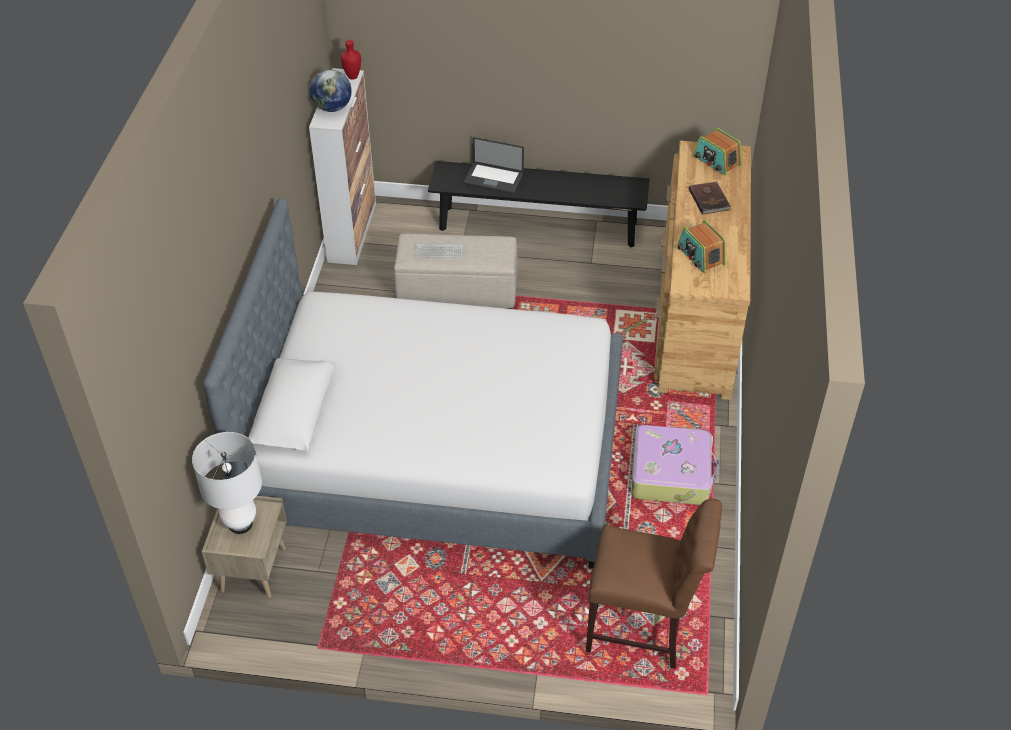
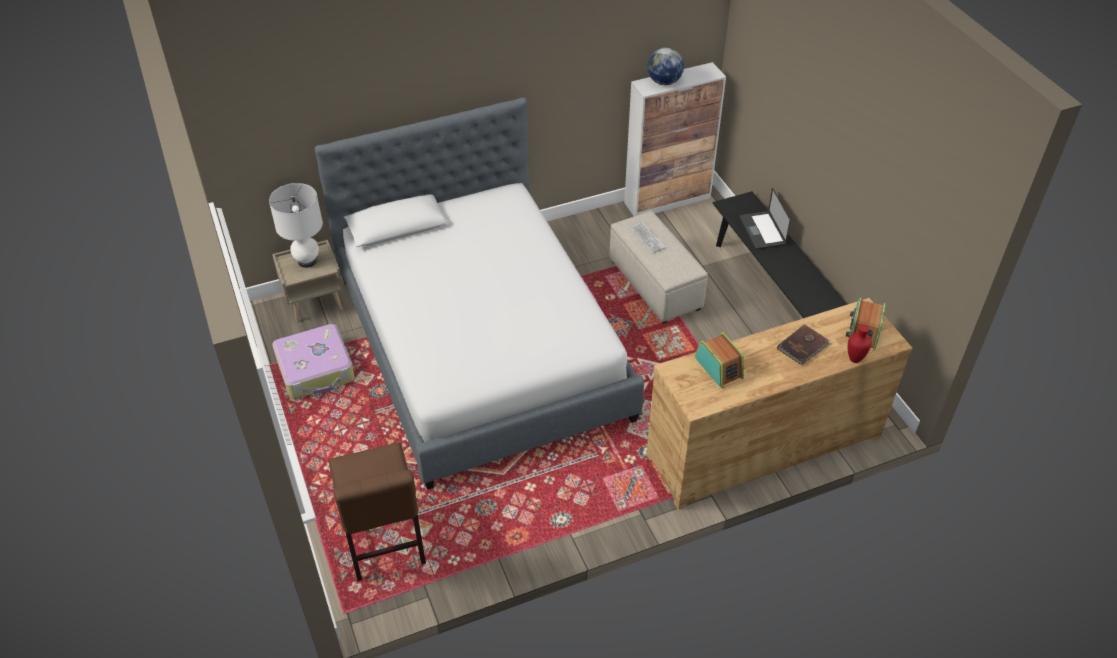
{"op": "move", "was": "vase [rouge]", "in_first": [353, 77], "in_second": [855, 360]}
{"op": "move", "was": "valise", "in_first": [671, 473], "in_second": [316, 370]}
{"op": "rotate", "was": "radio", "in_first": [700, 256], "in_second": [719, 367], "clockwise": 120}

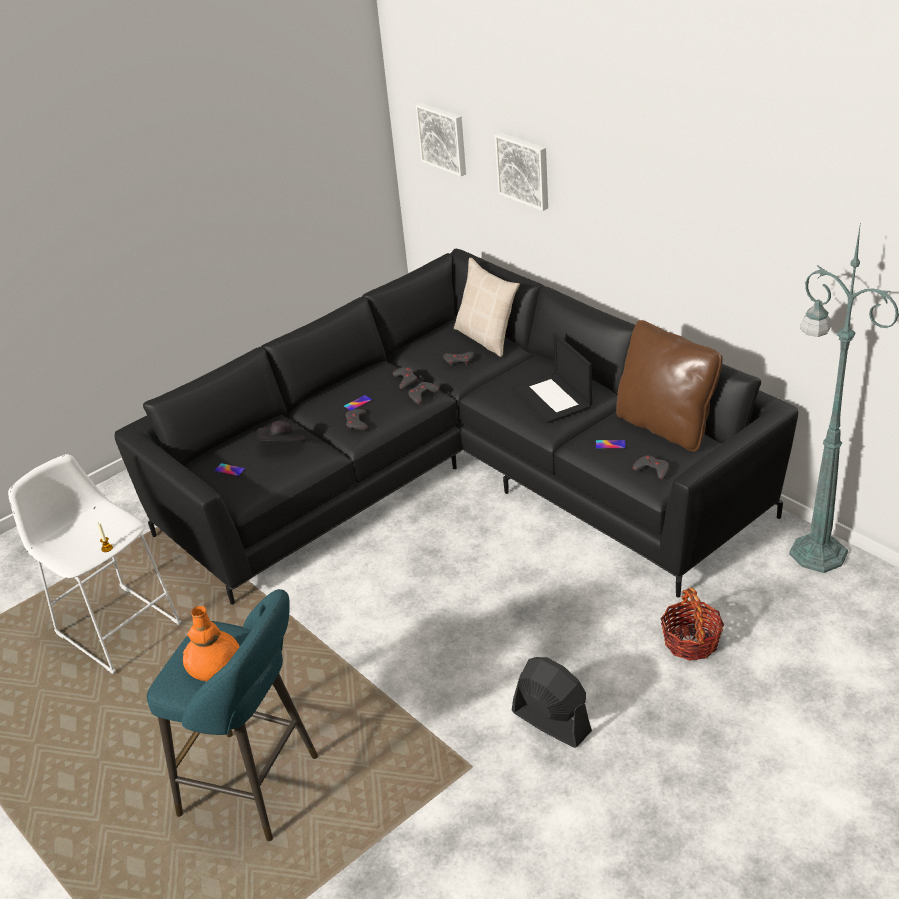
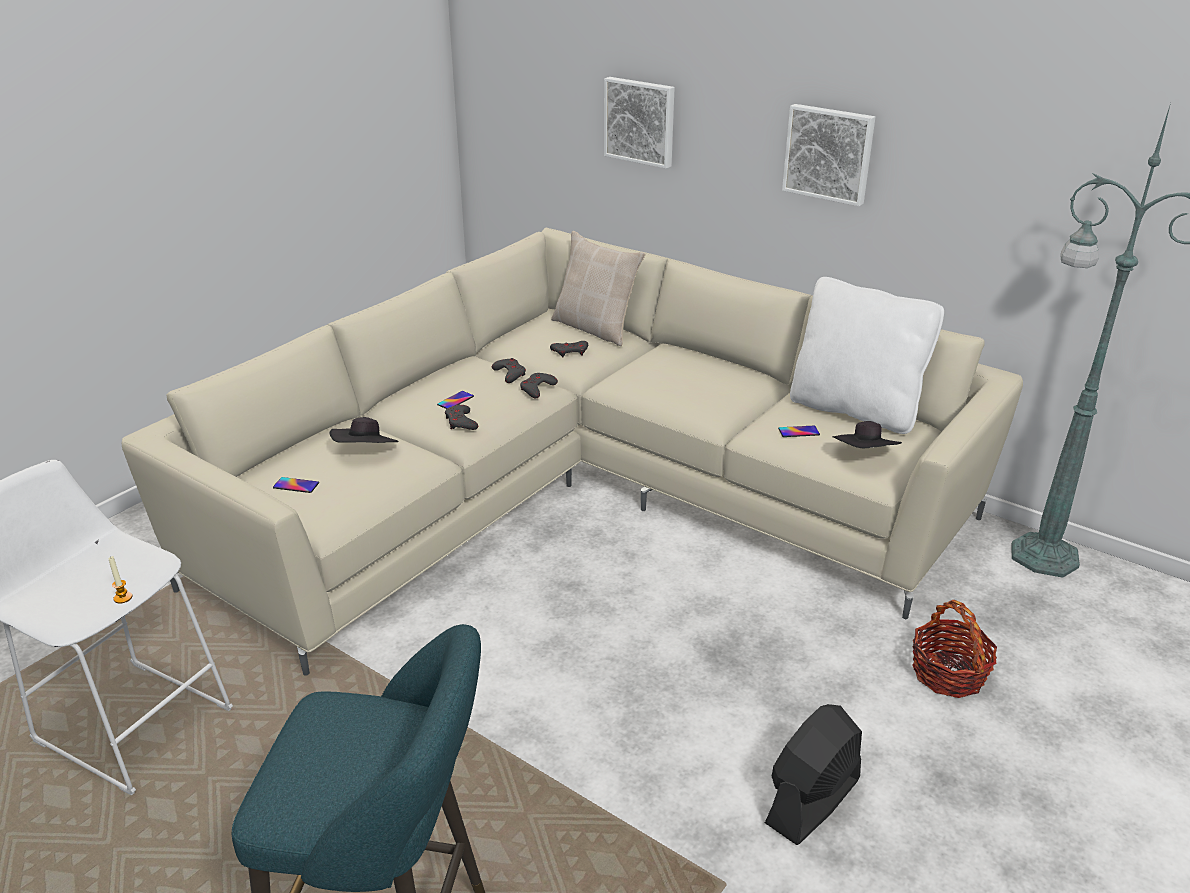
{"op": "delete", "was": "vase [orange]", "in_first": [214, 667]}
{"op": "delete", "was": "ordinateur portable", "in_first": [553, 398]}
{"op": "move", "was": "tableau", "in_first": [443, 138], "in_second": [829, 153]}
{"op": "replace", "was": "manette [gris]", "now": "chapeau [noir]", "in_first": [652, 470], "in_second": [865, 456]}
{"op": "recolor", "was": "canapé [noir]", "now": "canapé [beige]", "in_first": [461, 477], "in_second": [581, 495]}
{"op": "recolor", "was": "coussin [marron]", "now": "coussin [blanc]", "in_first": [665, 426], "in_second": [855, 410]}
{"op": "rotate", "was": "ventilateur [noir]", "in_first": [551, 721], "in_second": [812, 801], "clockwise": -75}

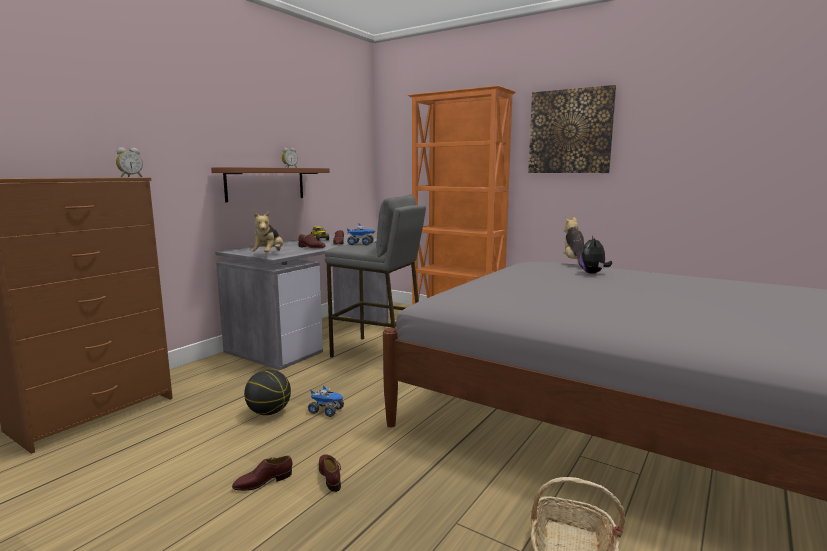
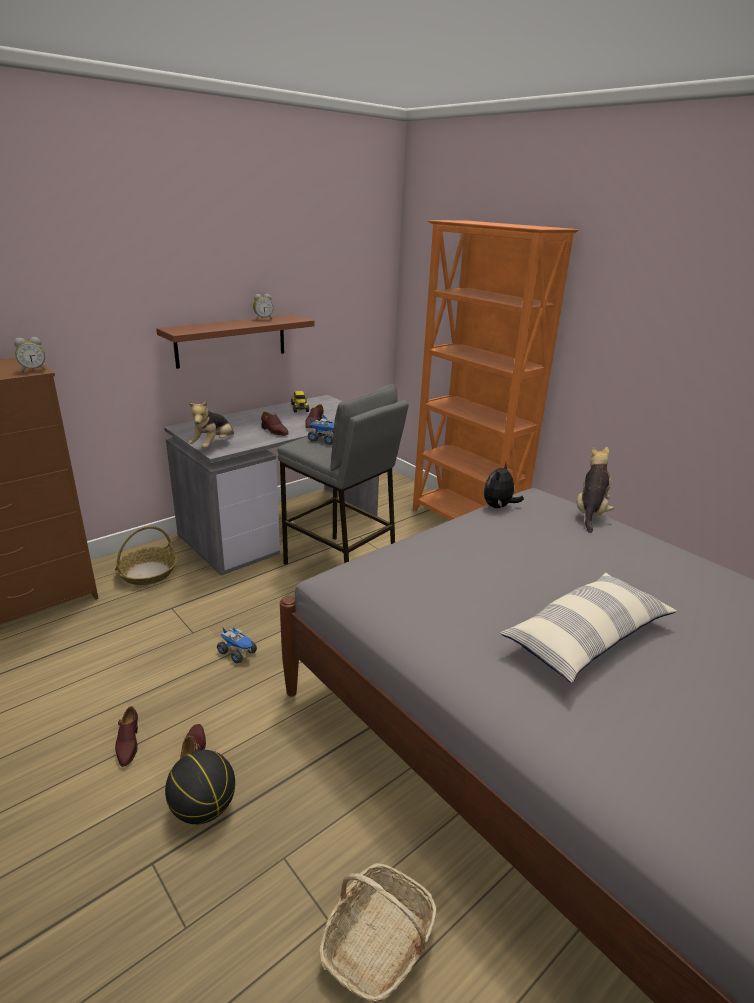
{"op": "delete", "was": "tableau", "in_first": [570, 131]}
{"op": "insert", "now": "panier", "in_second": [148, 572]}
{"op": "insert", "now": "coussin", "in_second": [586, 638]}
{"op": "move", "was": "ballon de basket", "in_first": [269, 412], "in_second": [204, 808]}
{"op": "move", "was": "peluche", "in_first": [593, 273], "in_second": [498, 507]}
{"op": "rotate", "was": "chaussure [marron]", "in_first": [263, 482], "in_second": [128, 744], "clockwise": -90}

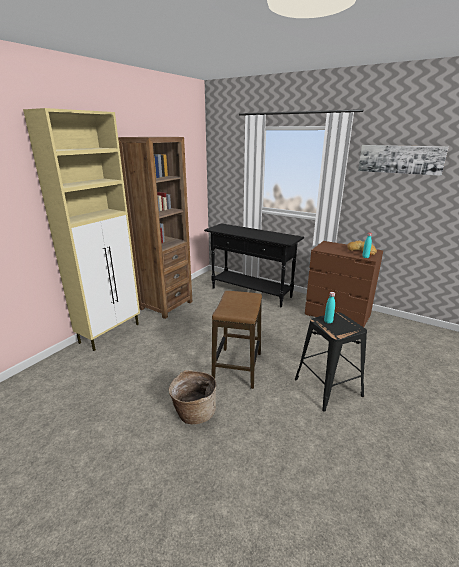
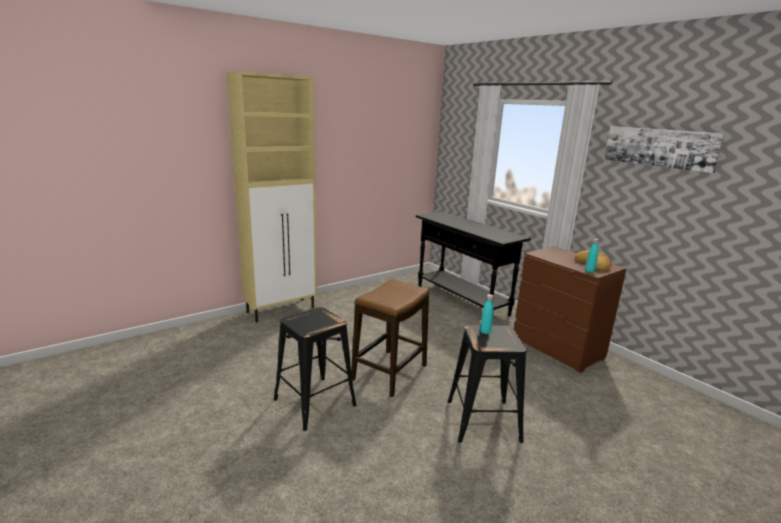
{"op": "delete", "was": "bibliothèque [marron]", "in_first": [166, 305]}
{"op": "replace", "was": "panier", "now": "tabouret [noir]", "in_first": [194, 412], "in_second": [314, 401]}

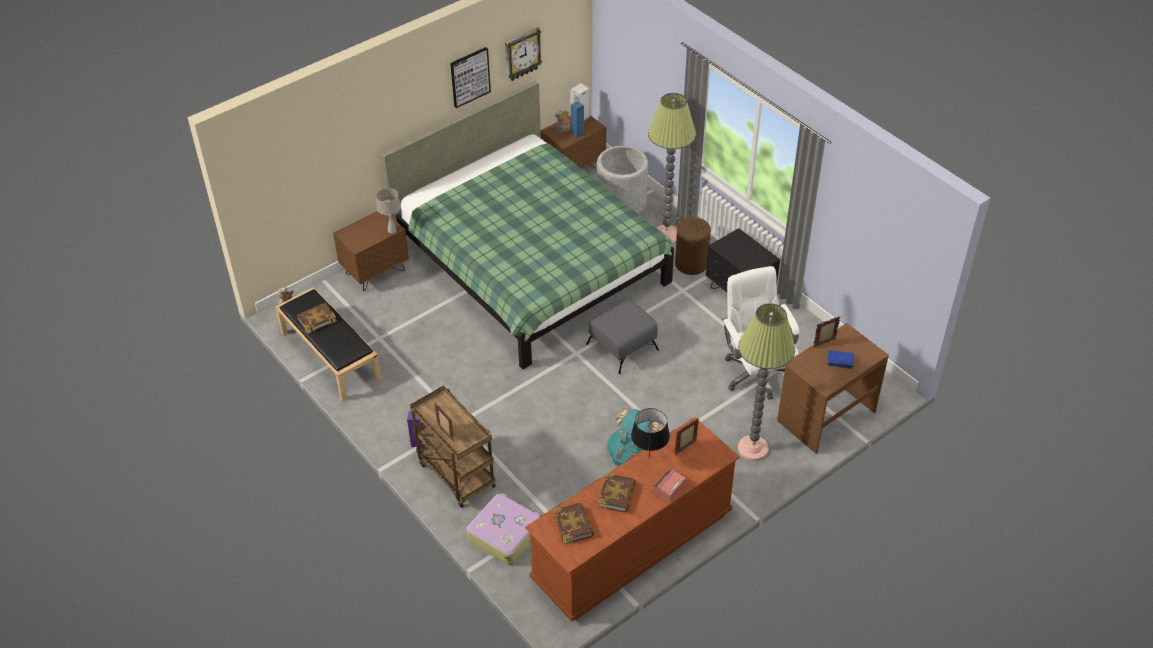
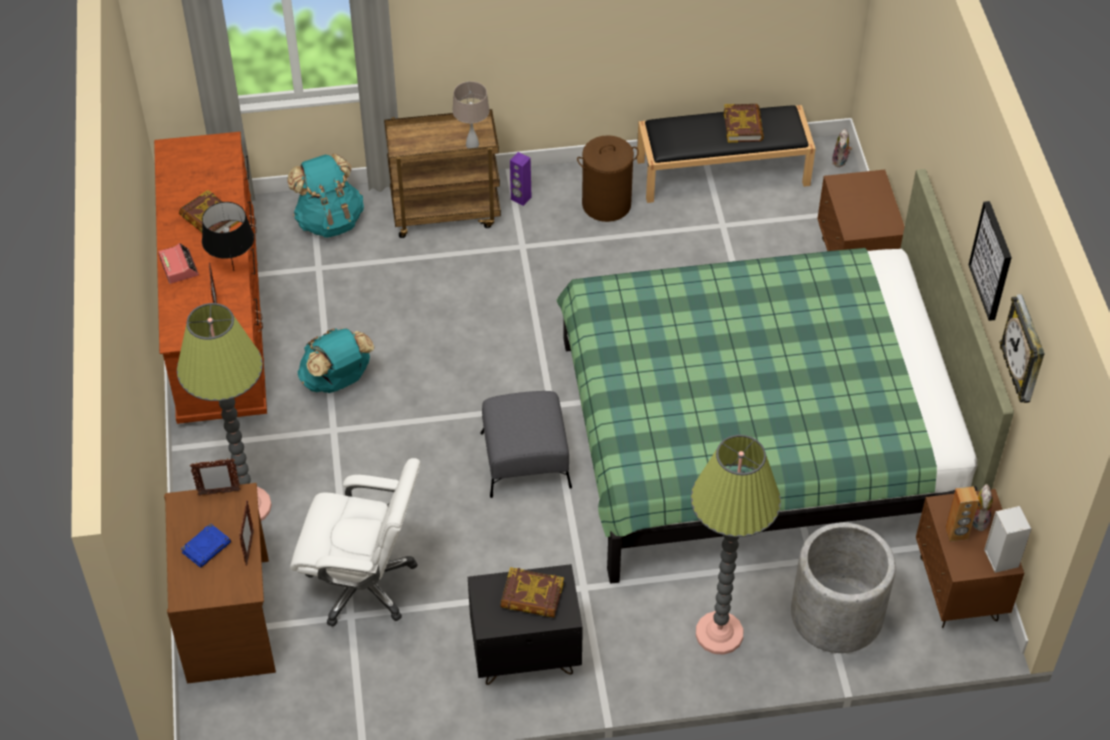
{"op": "move", "was": "lampe de table [beige]", "in_first": [392, 230], "in_second": [472, 145]}
{"op": "move", "was": "cadre photo", "in_first": [445, 434], "in_second": [219, 492]}
{"op": "move", "was": "livre", "in_first": [573, 525], "in_second": [532, 596]}
{"op": "move", "was": "panier à linge [marron]", "in_first": [691, 264], "in_second": [607, 204]}
{"op": "replace", "was": "valise", "now": "sac à dos [turquoise]", "in_first": [505, 534], "in_second": [329, 220]}
{"op": "recolor", "was": "enceinte [bleu]", "now": "enceinte [marron]", "in_first": [577, 133], "in_second": [956, 533]}

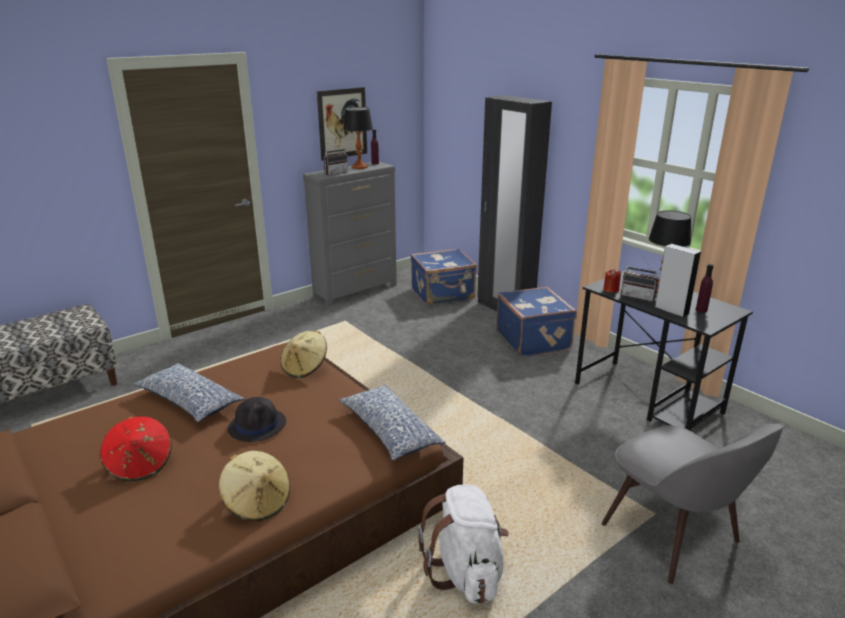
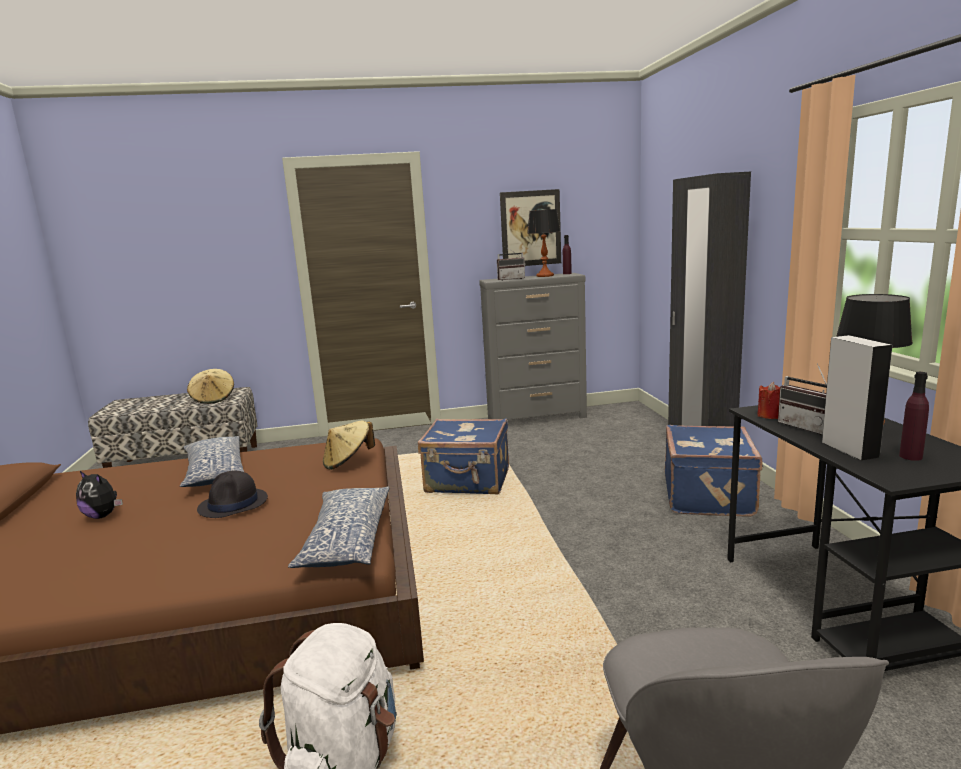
{"op": "move", "was": "chapeau [beige]", "in_first": [257, 502], "in_second": [213, 399]}
{"op": "move", "was": "valise [bleu]", "in_first": [443, 294], "in_second": [468, 481]}
{"op": "replace", "was": "chapeau [rouge]", "now": "peluche", "in_first": [140, 464], "in_second": [103, 515]}

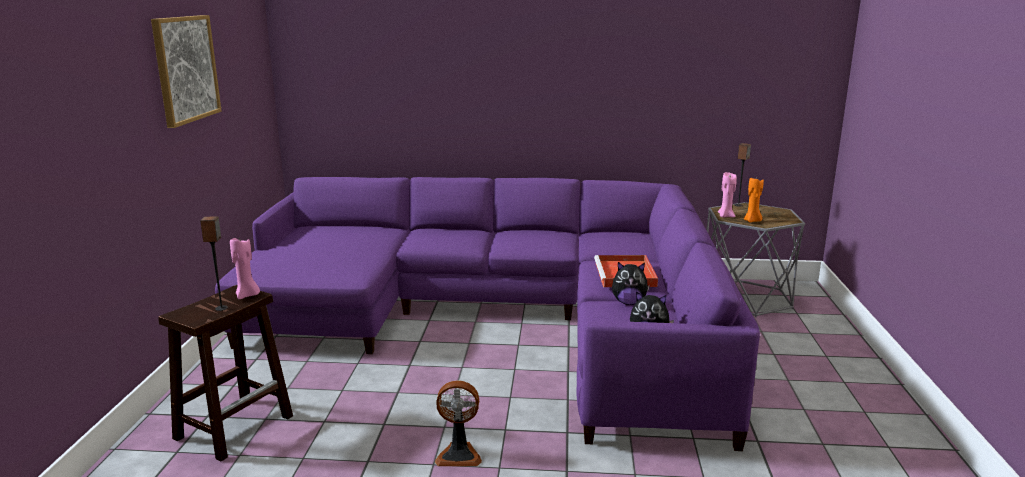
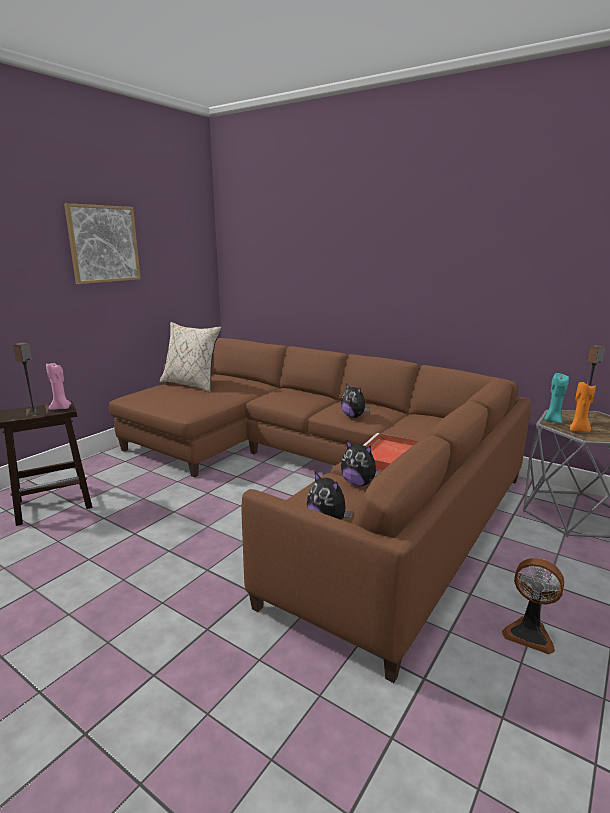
{"op": "insert", "now": "coussin [beige]", "in_second": [191, 384]}
{"op": "insert", "now": "peluche", "in_second": [354, 416]}
{"op": "move", "was": "ventilateur", "in_first": [459, 454], "in_second": [529, 633]}
{"op": "recolor", "was": "canapé [violet]", "now": "canapé [marron]", "in_first": [499, 320], "in_second": [313, 475]}
{"op": "recolor", "was": "bougie [rose]", "now": "bougie [turquoise]", "in_first": [725, 216], "in_second": [552, 421]}

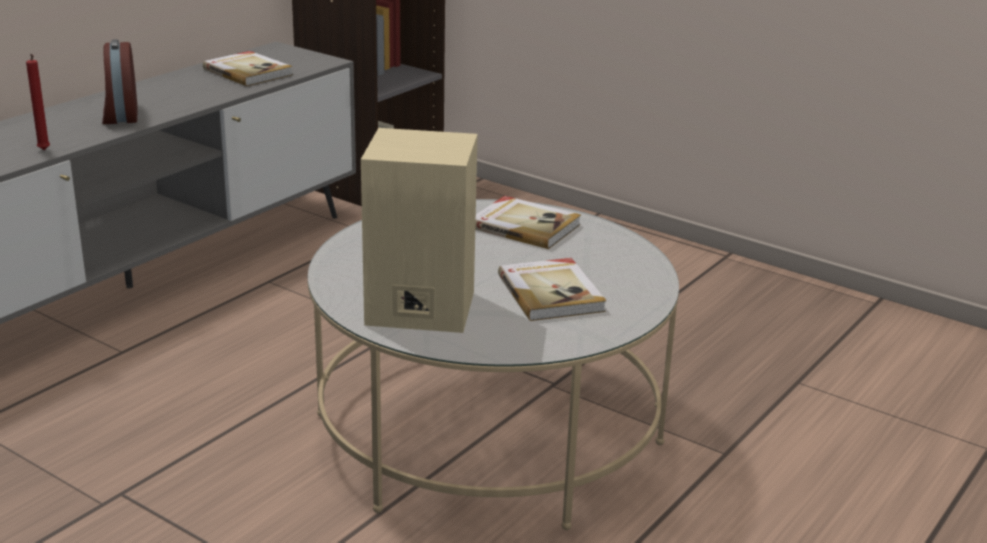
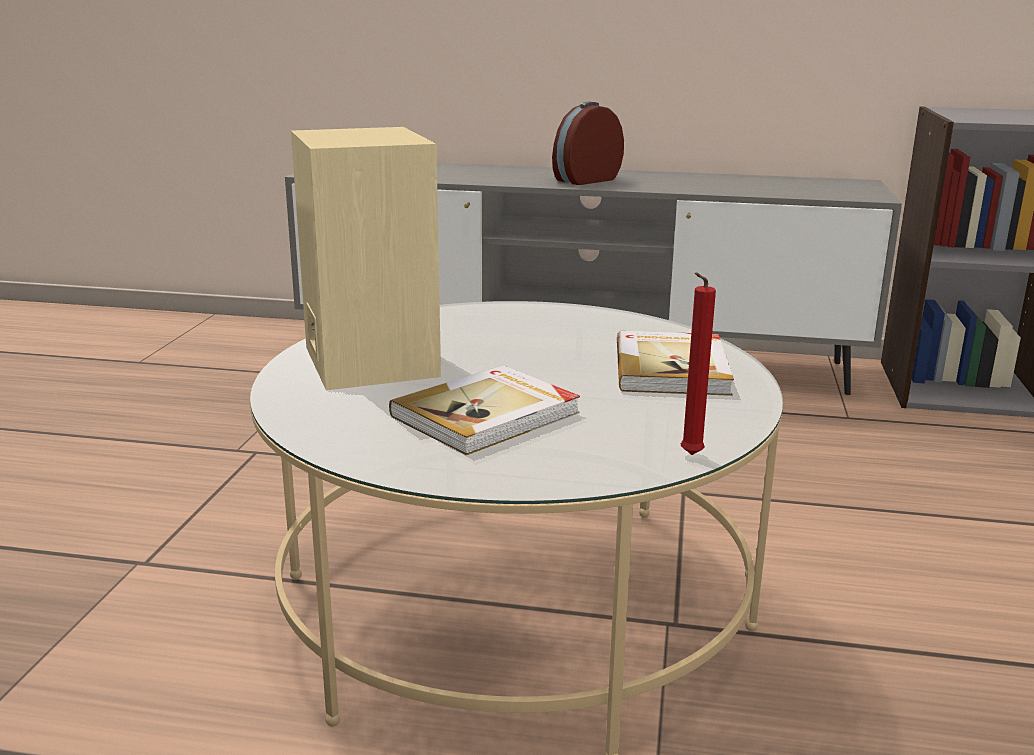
{"op": "delete", "was": "livre", "in_first": [248, 72]}
{"op": "move", "was": "bougie [rouge]", "in_first": [44, 150], "in_second": [689, 456]}

